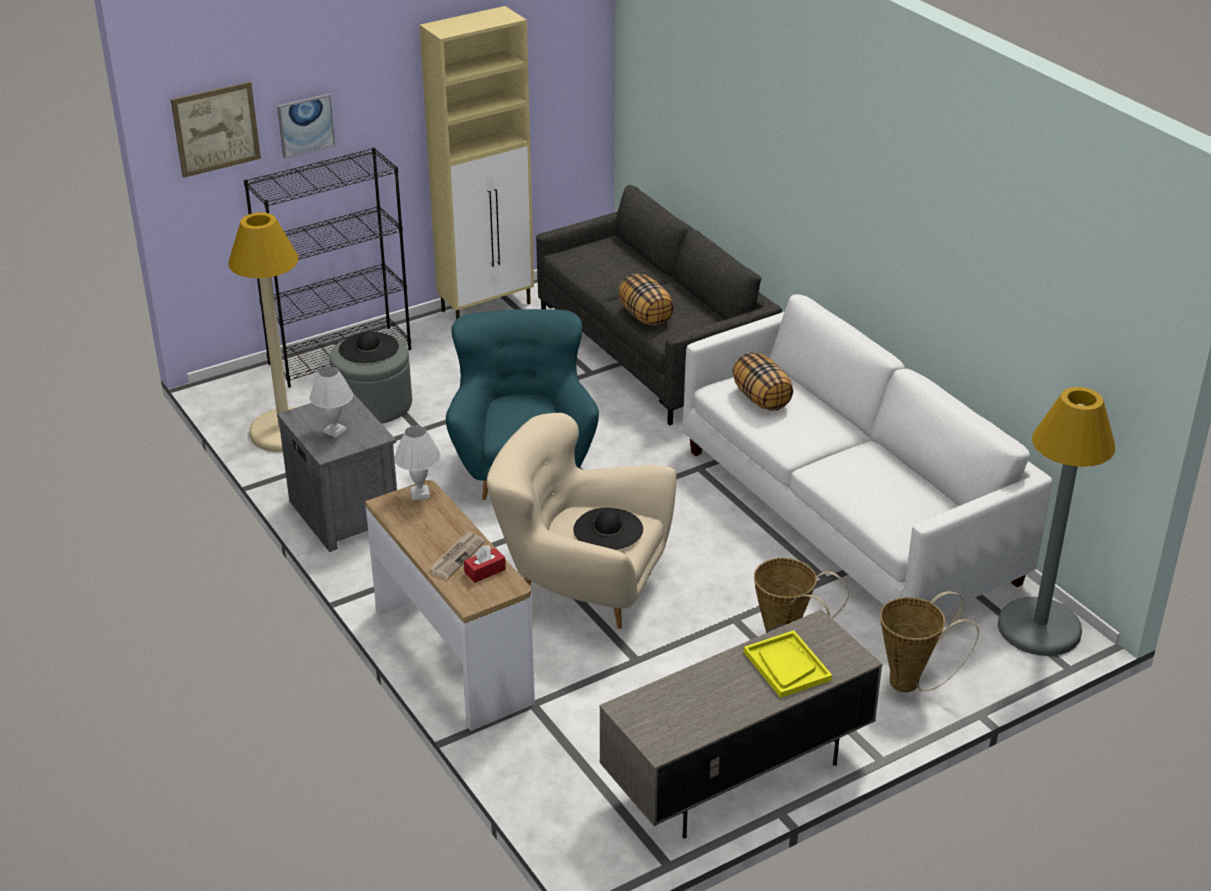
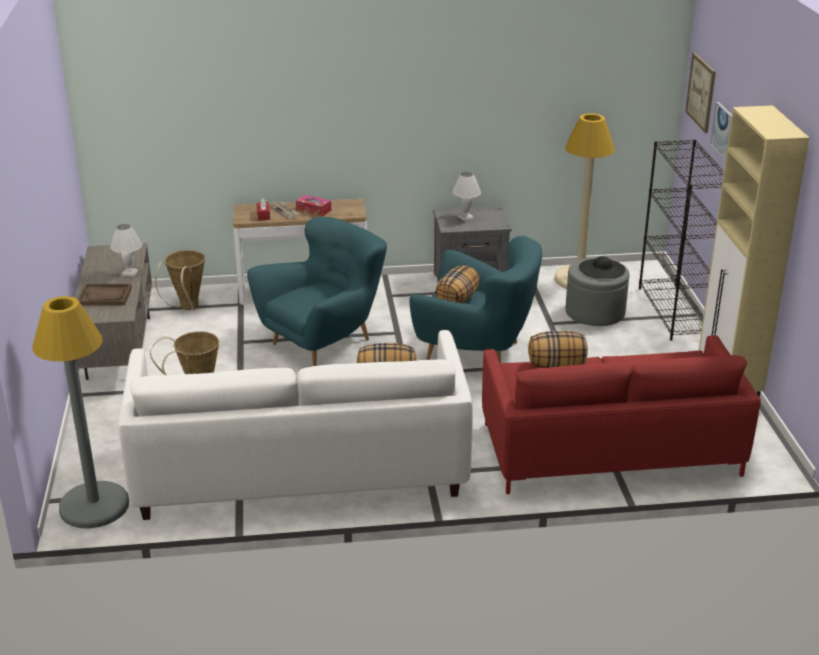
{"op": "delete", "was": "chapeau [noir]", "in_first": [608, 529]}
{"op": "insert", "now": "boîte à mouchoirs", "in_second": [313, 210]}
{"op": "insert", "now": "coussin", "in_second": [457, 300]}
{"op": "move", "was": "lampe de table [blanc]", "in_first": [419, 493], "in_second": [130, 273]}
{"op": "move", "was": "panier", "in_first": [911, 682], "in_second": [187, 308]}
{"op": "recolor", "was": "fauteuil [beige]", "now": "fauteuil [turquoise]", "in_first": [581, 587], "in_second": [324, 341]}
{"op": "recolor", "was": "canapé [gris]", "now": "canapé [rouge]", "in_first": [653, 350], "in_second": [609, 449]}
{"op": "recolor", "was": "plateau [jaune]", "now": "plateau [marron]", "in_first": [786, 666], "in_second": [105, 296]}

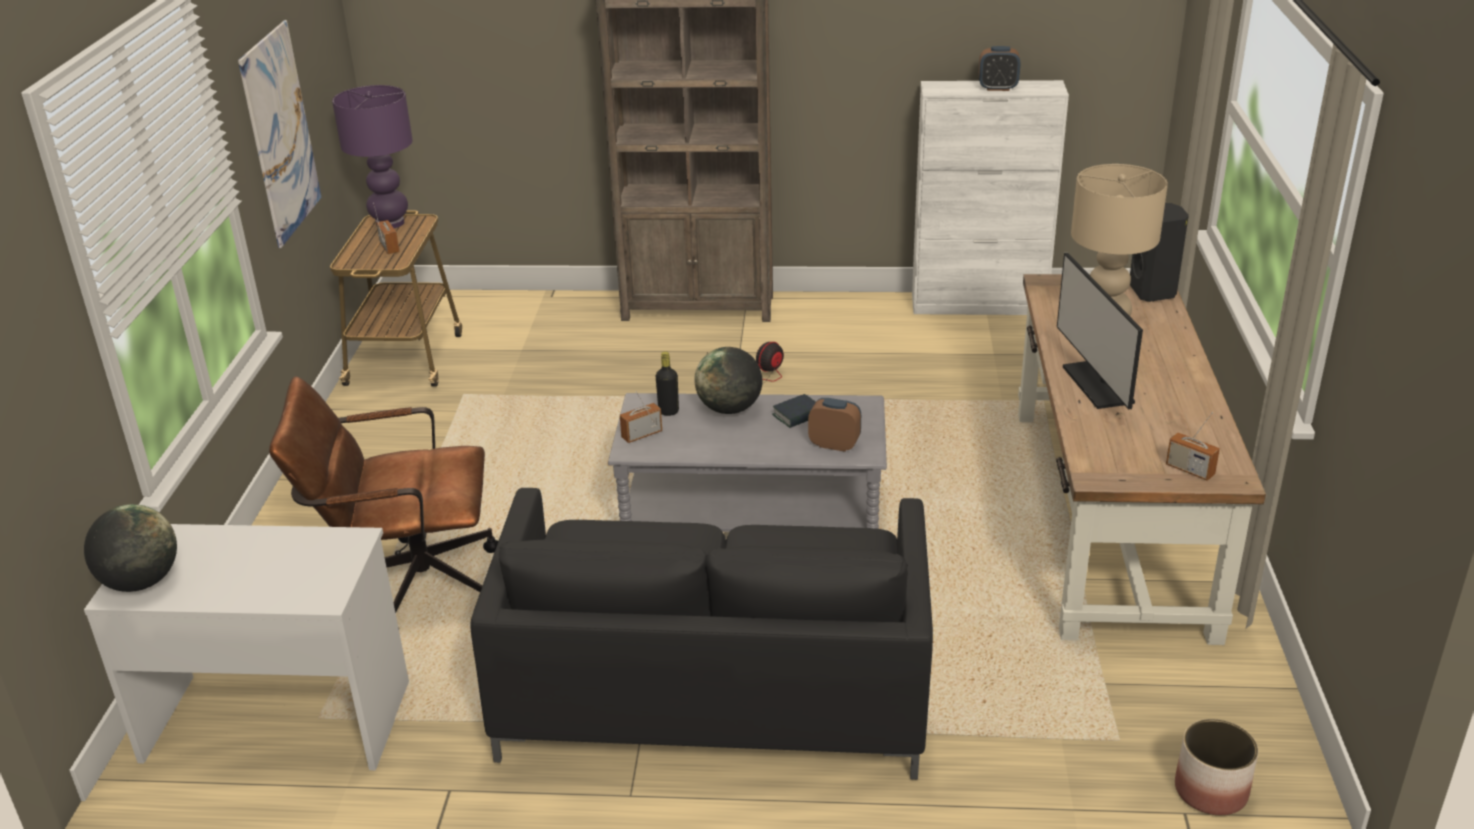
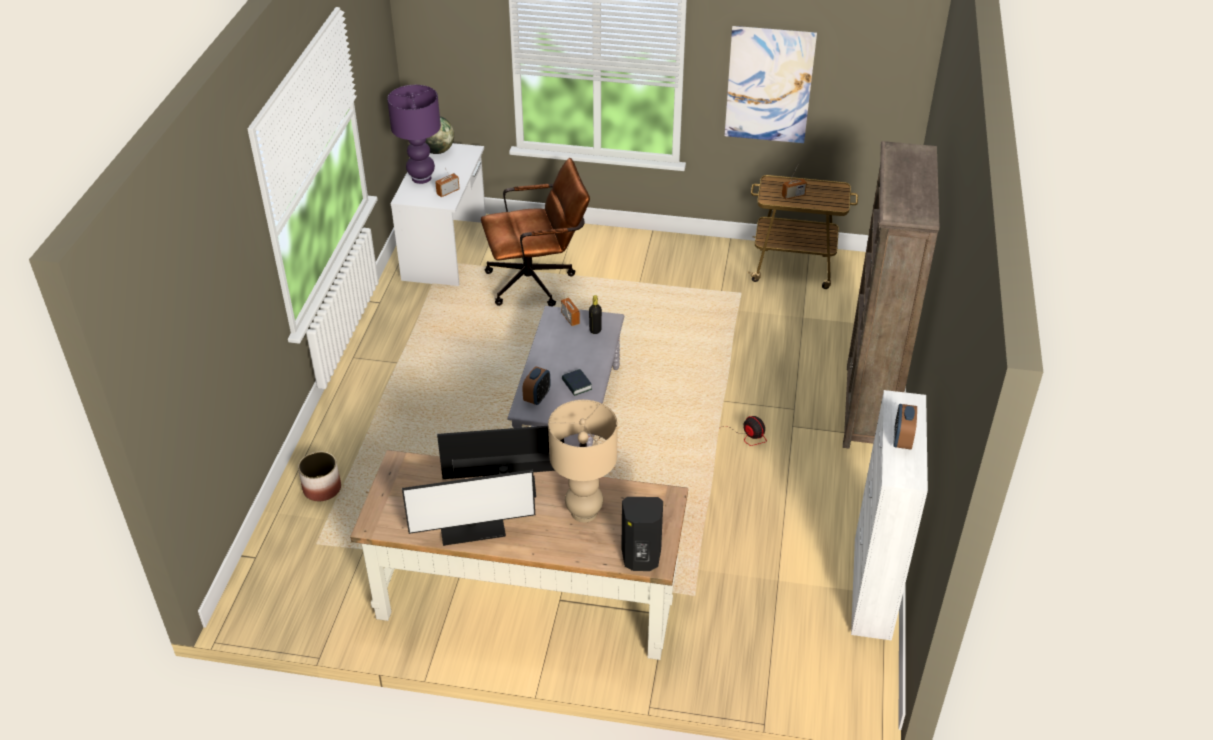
{"op": "delete", "was": "canapé [noir]", "in_first": [714, 696]}
{"op": "delete", "was": "globe", "in_first": [729, 409]}
{"op": "insert", "now": "écran d'ordinateur", "in_second": [472, 530]}
{"op": "move", "was": "lampe de table [violet]", "in_first": [389, 223], "in_second": [421, 178]}
{"op": "move", "was": "radio", "in_first": [1190, 470], "in_second": [448, 192]}
{"op": "move", "was": "cache-pot", "in_first": [1210, 791], "in_second": [322, 488]}
{"op": "rotate", "was": "chaise de bureau [marron]", "in_first": [407, 586], "in_second": [537, 282], "clockwise": 75}

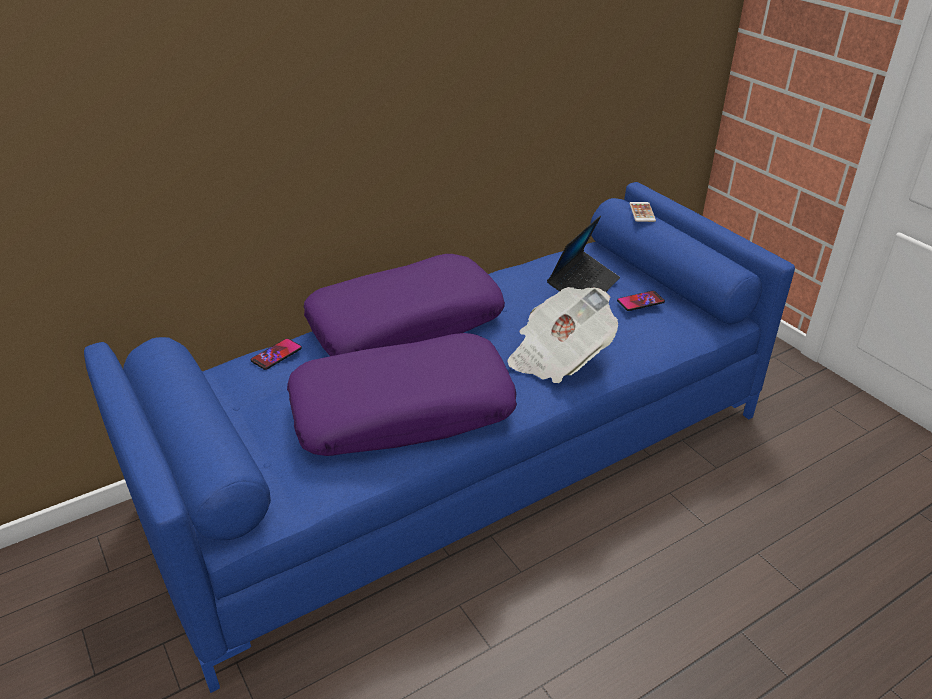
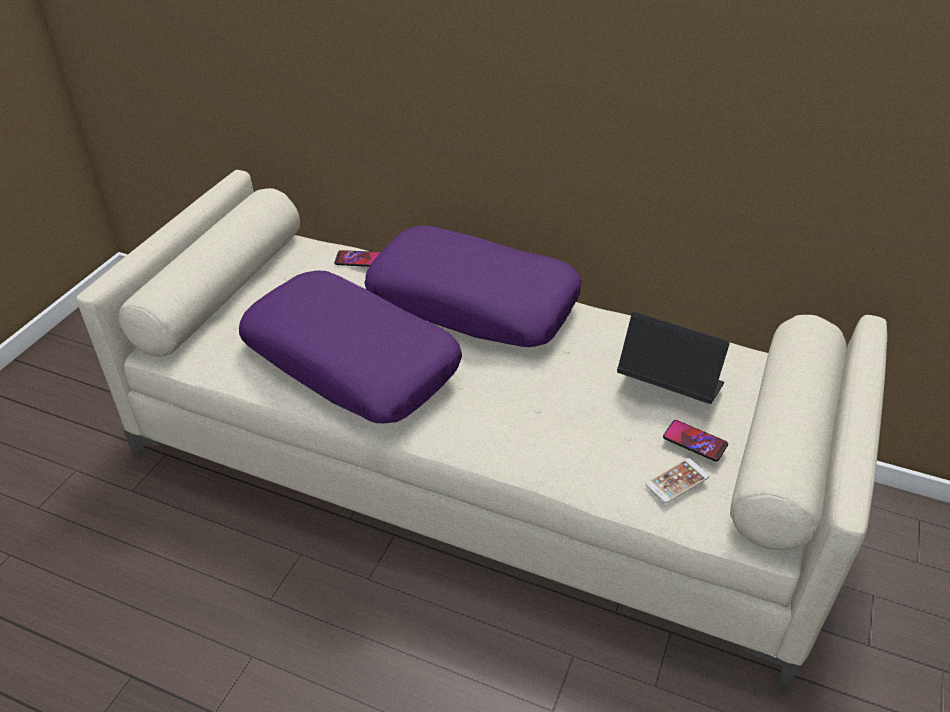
{"op": "delete", "was": "journal", "in_first": [558, 356]}
{"op": "move", "was": "téléphone", "in_first": [642, 212], "in_second": [677, 481]}
{"op": "recolor", "was": "canapé [bleu]", "now": "canapé [beige]", "in_first": [466, 457], "in_second": [476, 467]}
{"op": "rotate", "was": "ordinateur portable", "in_first": [583, 287], "in_second": [669, 385], "clockwise": -150}

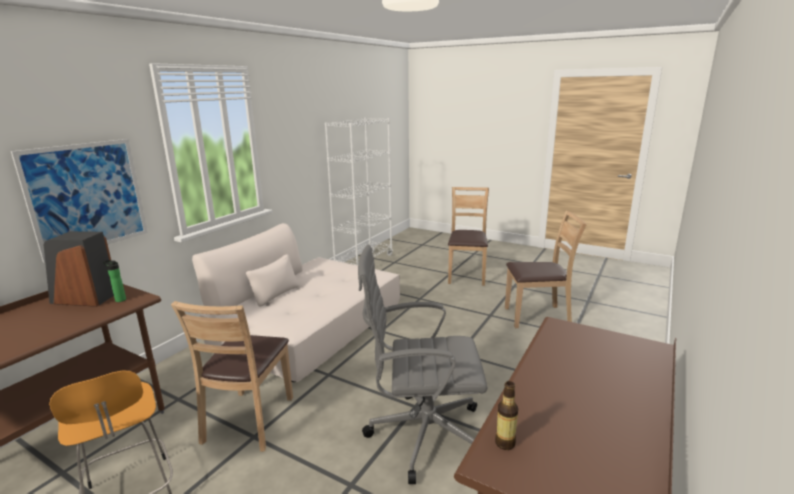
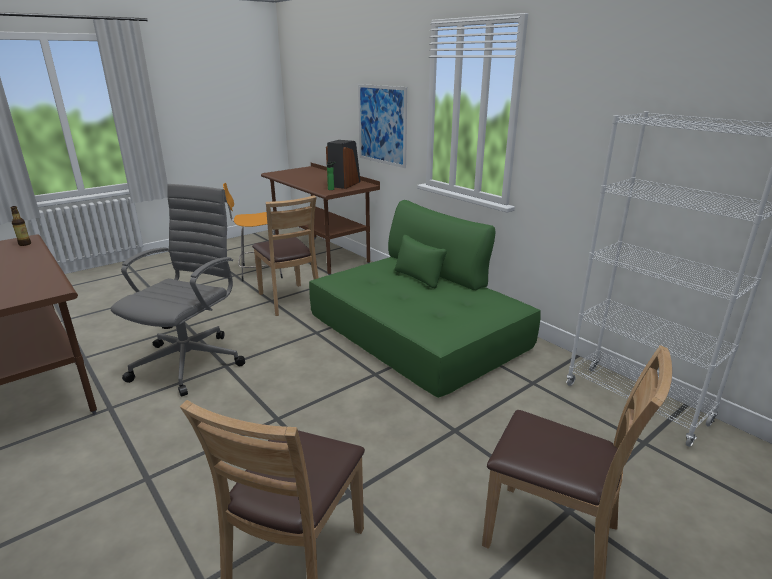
{"op": "recolor", "was": "canapé [beige]", "now": "canapé [vert]", "in_first": [310, 326], "in_second": [417, 333]}
{"op": "rotate", "was": "chaise [marron]", "in_first": [249, 420], "in_second": [289, 299], "clockwise": -150}

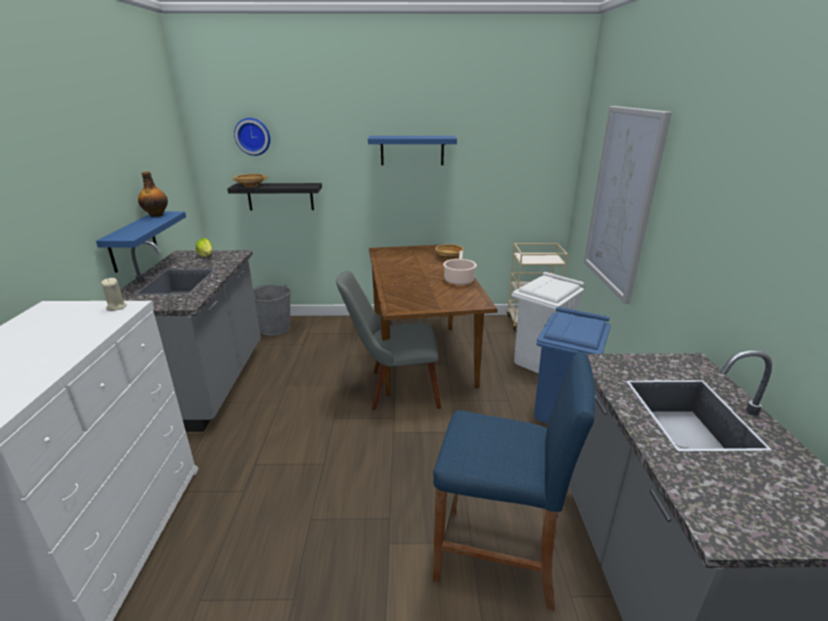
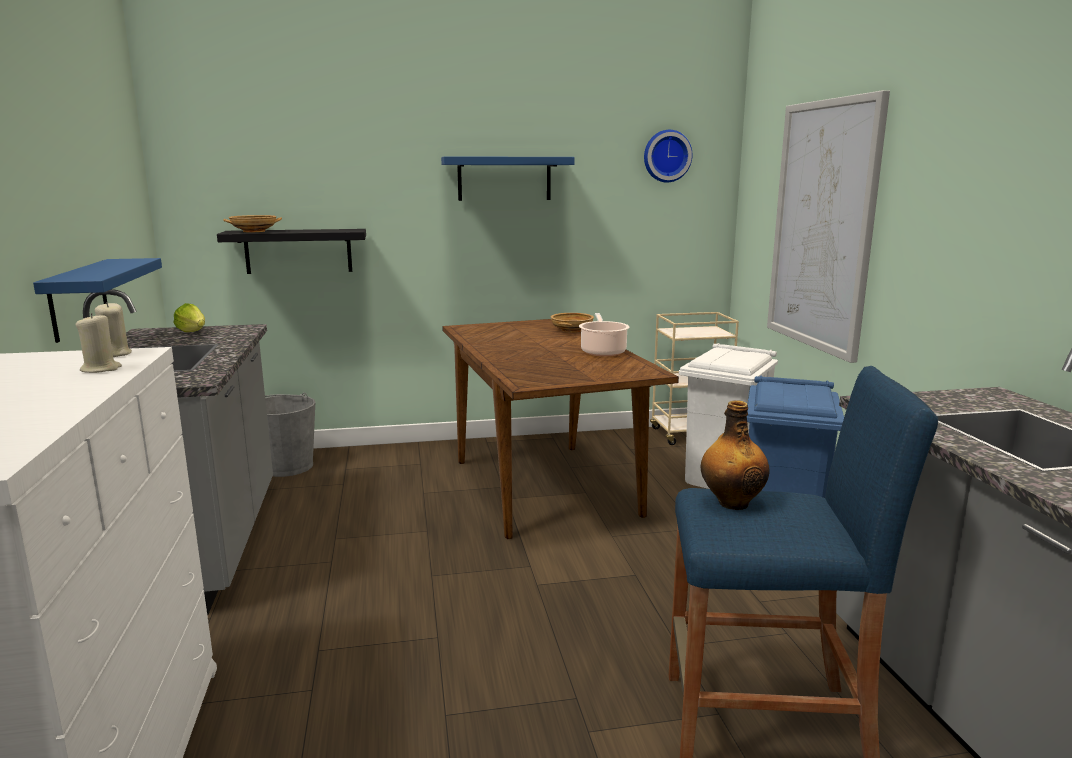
{"op": "delete", "was": "chaise [gris]", "in_first": [393, 389]}
{"op": "insert", "now": "bougie [beige]", "in_second": [101, 369]}
{"op": "move", "was": "bouteille", "in_first": [157, 215], "in_second": [732, 502]}
{"op": "move", "was": "horloge murale", "in_first": [253, 136], "in_second": [666, 156]}

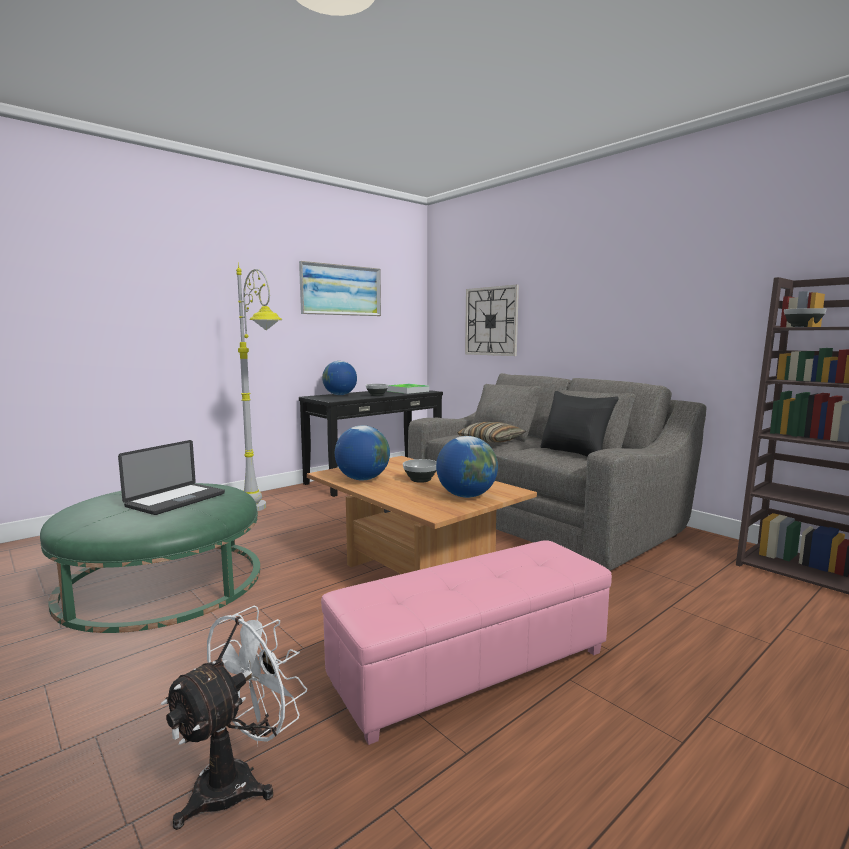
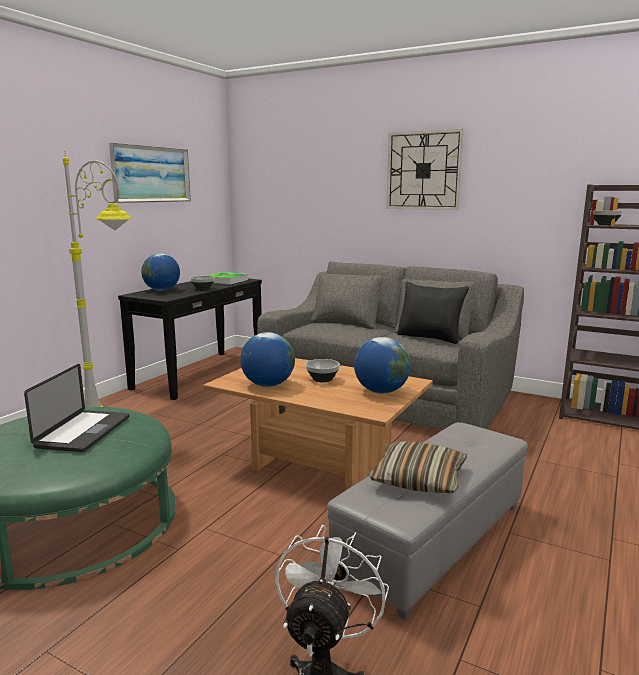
{"op": "move", "was": "coussin", "in_first": [491, 441], "in_second": [418, 479]}
{"op": "move", "was": "horloge murale", "in_first": [491, 321], "in_second": [423, 170]}
{"op": "recolor", "was": "pouf [rose]", "now": "pouf [gris]", "in_first": [472, 669], "in_second": [434, 541]}

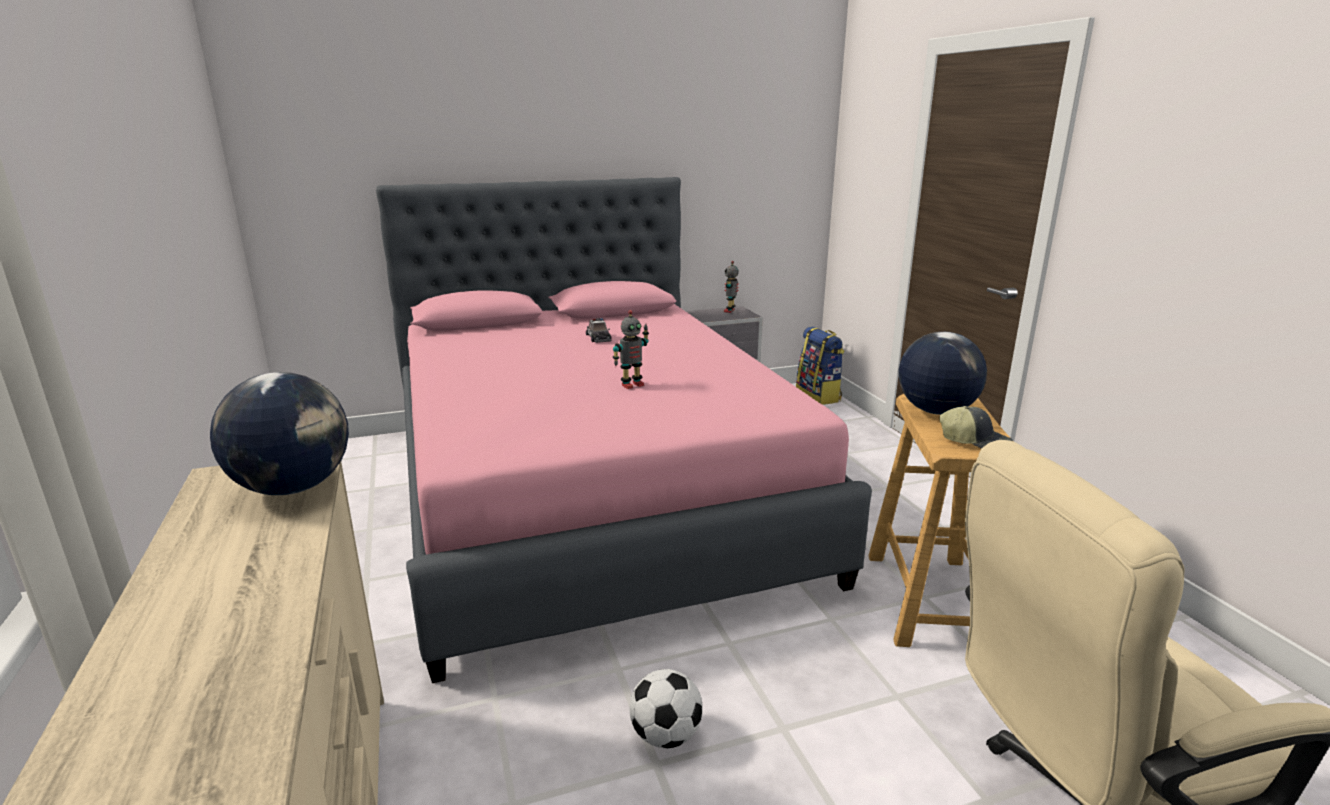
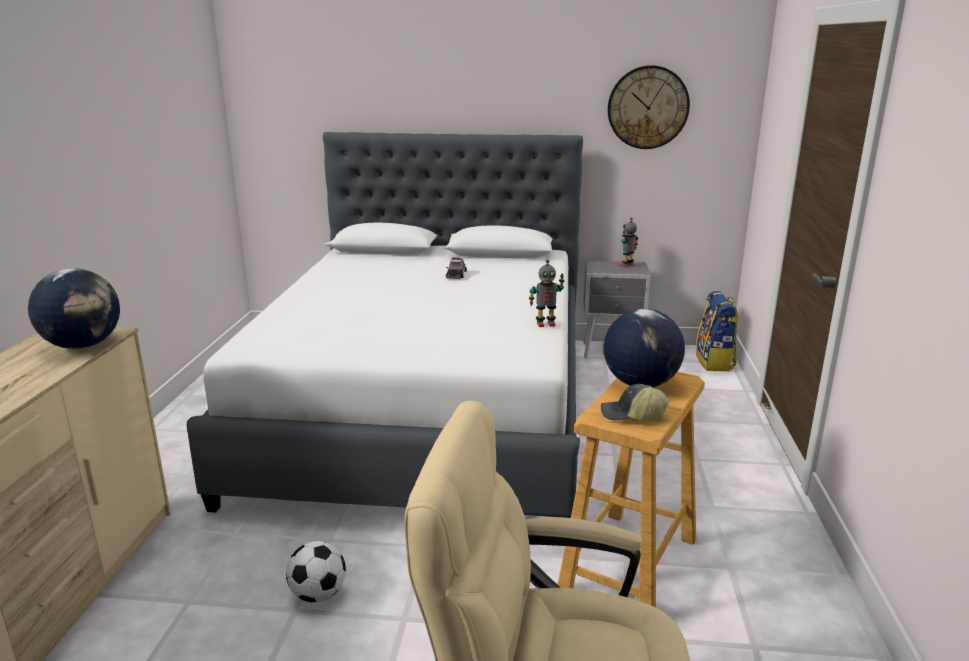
{"op": "insert", "now": "horloge murale", "in_second": [648, 107]}
{"op": "move", "was": "robot jouet", "in_first": [631, 385], "in_second": [545, 324]}
{"op": "recolor", "was": "lit [rose]", "now": "lit [blanc]", "in_first": [592, 496], "in_second": [428, 409]}
{"op": "rotate", "was": "casquette", "in_first": [975, 441], "in_second": [632, 415], "clockwise": 135}

